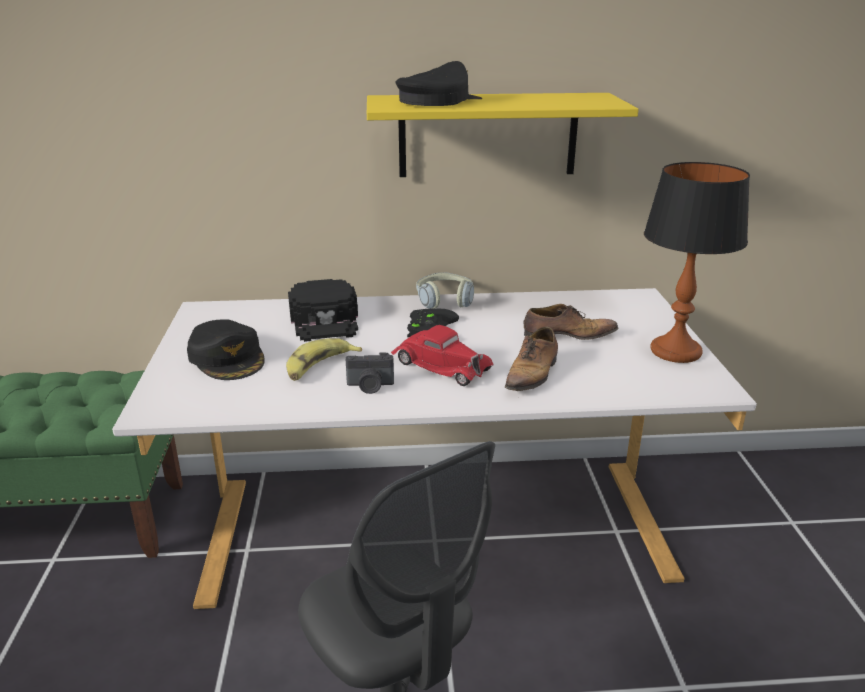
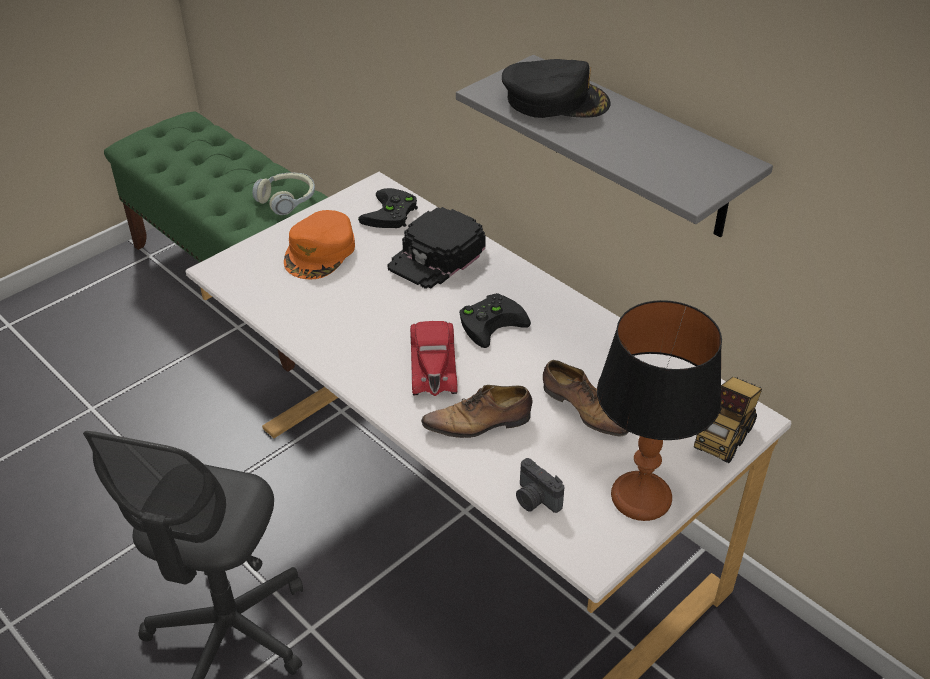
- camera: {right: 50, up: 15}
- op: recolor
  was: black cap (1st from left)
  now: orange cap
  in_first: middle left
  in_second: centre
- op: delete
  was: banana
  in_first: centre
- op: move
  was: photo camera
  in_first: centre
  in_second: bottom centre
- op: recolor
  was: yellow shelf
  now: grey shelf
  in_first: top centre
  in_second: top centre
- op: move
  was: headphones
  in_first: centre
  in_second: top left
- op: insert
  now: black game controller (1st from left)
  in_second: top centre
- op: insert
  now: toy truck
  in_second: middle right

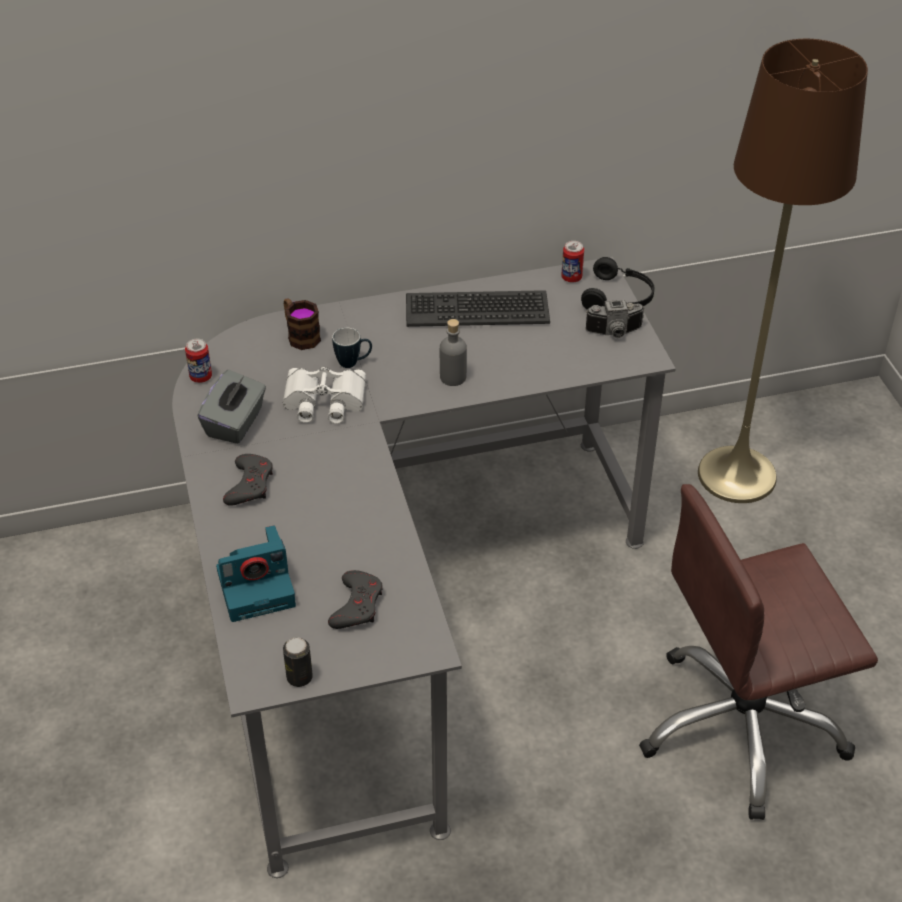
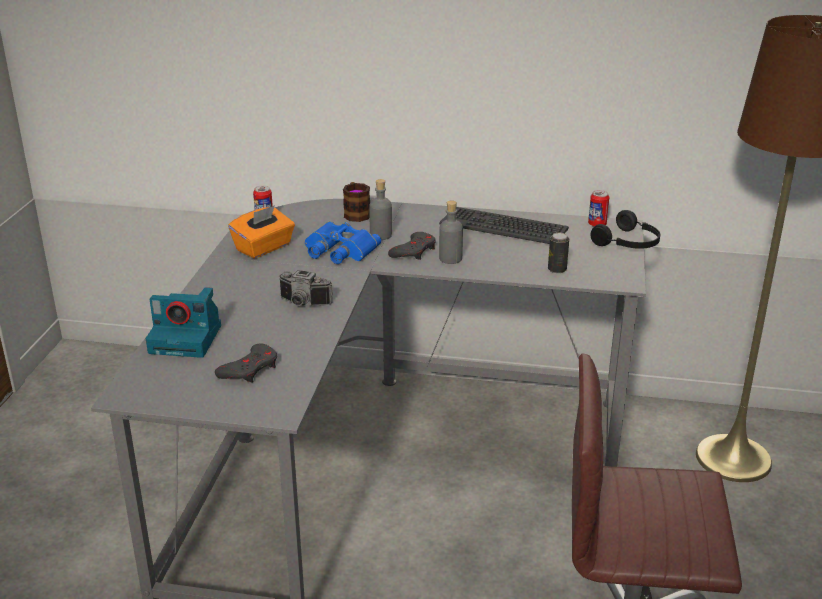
- camera: {right: 25, up: -15}
- op: recolor
  was: grey tissue box
  now: orange tissue box
  in_first: middle left
  in_second: middle left
- op: move
  was: grey game controller (1st from left in the first image)
  now: grey game controller (2nd from left)
  in_first: middle left
  in_second: centre
- op: recolor
  was: white binoculars
  now: blue binoculars
  in_first: centre
  in_second: centre
- op: move
  was: can (2nd from left)
  in_first: bottom left
  in_second: middle right
- op: replace
  was: mug (2nd from left)
  now: grey bottle (1st from left)
  in_first: centre
  in_second: centre
- op: move
  was: photo camera (2nd from left)
  in_first: middle right
  in_second: centre

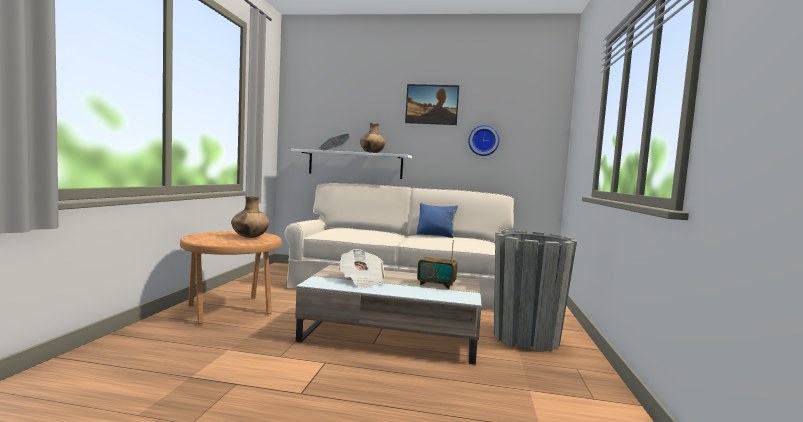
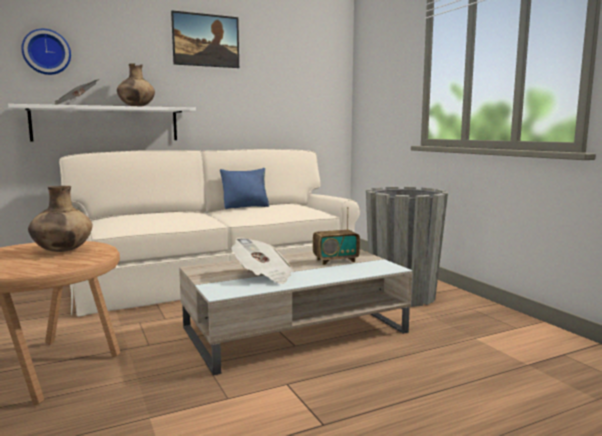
- camera: {right: -35, up: 5}
- op: move
  was: wall clock
  in_first: top centre
  in_second: top left

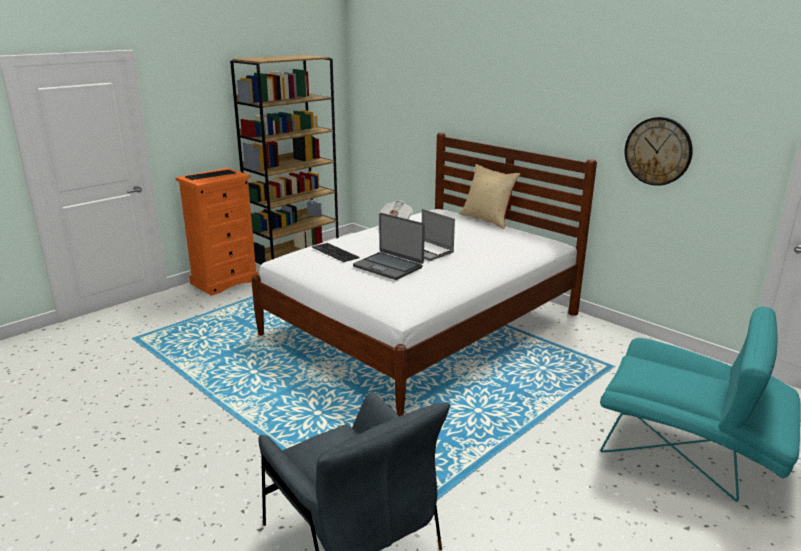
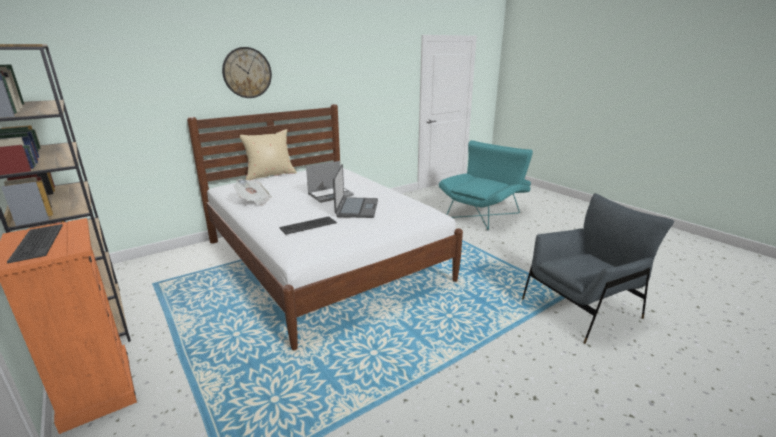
- camera: {right: -80, up: 0}
- op: rotate
  was: laptop (1st from left in the first image)
  in_first: centre
  in_second: centre
  clockwise: -45
- op: move
  was: wall clock
  in_first: top right
  in_second: top left

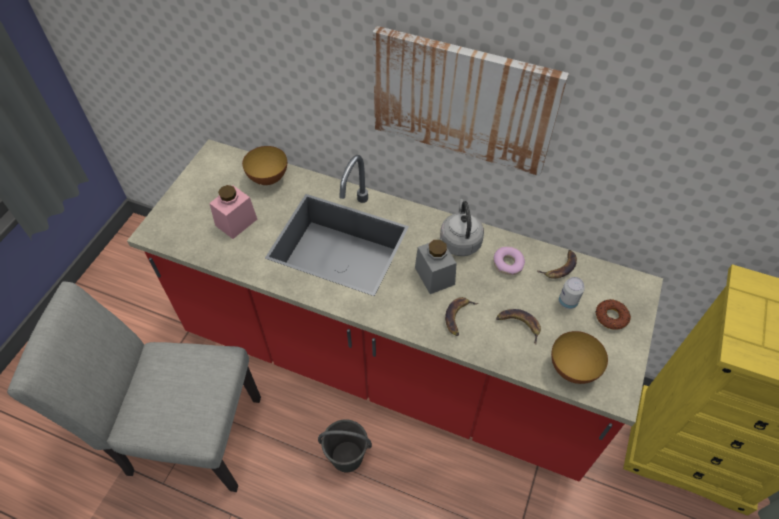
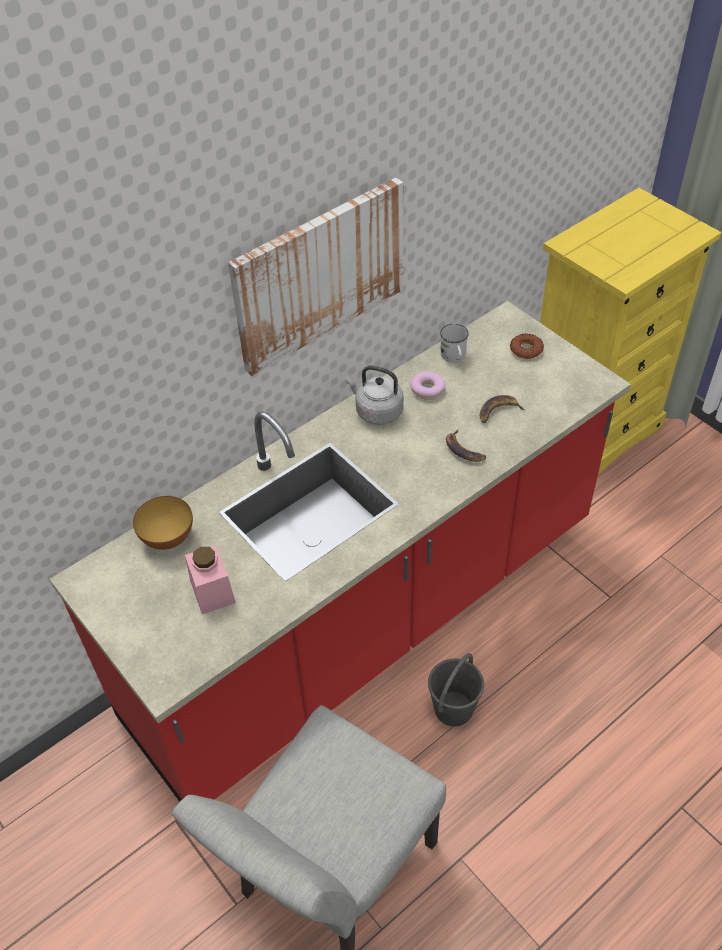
- camera: {right: -60, up: -5}
- op: delete
  was: grey jar
  in_first: centre
- op: replace
  was: banana (3rd from left)
  now: white mug
  in_first: middle right
  in_second: centre
- op: delete
  was: bowl (2nd from left)
  in_first: bottom right
- op: delete
  was: can
  in_first: middle right

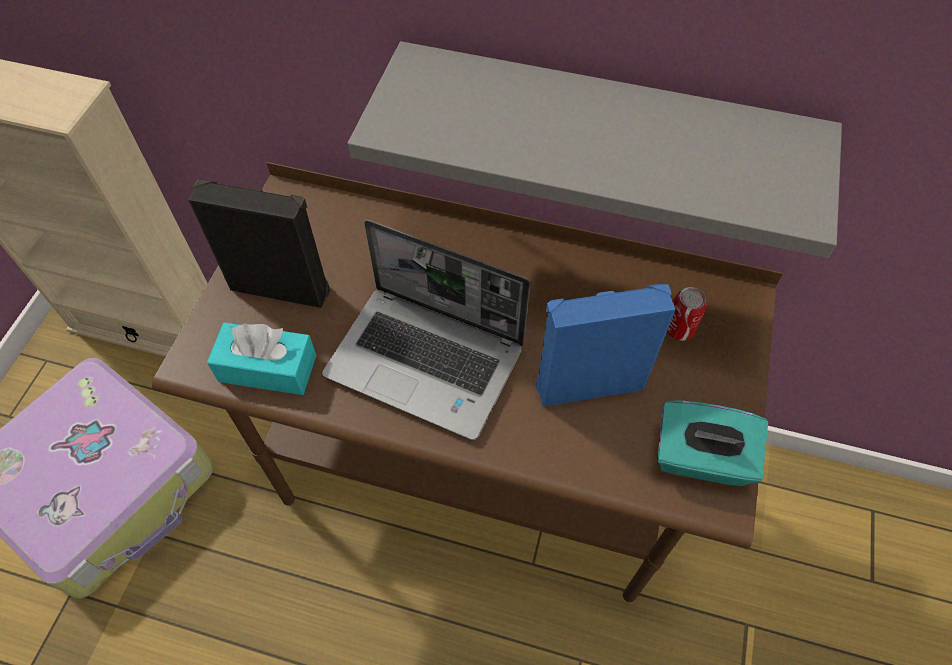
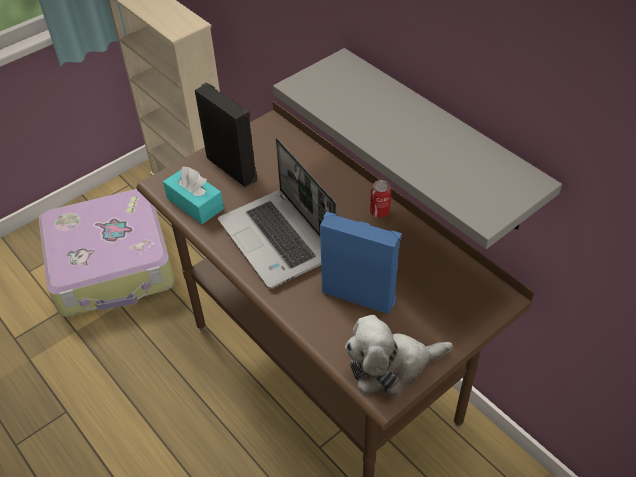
- camera: {right: 35, up: -10}
- op: replace
  was: turquoise tissue box (2nd from left)
  now: plush toy
  in_first: middle right
  in_second: bottom centre
- op: move
  was: can
  in_first: middle right
  in_second: centre

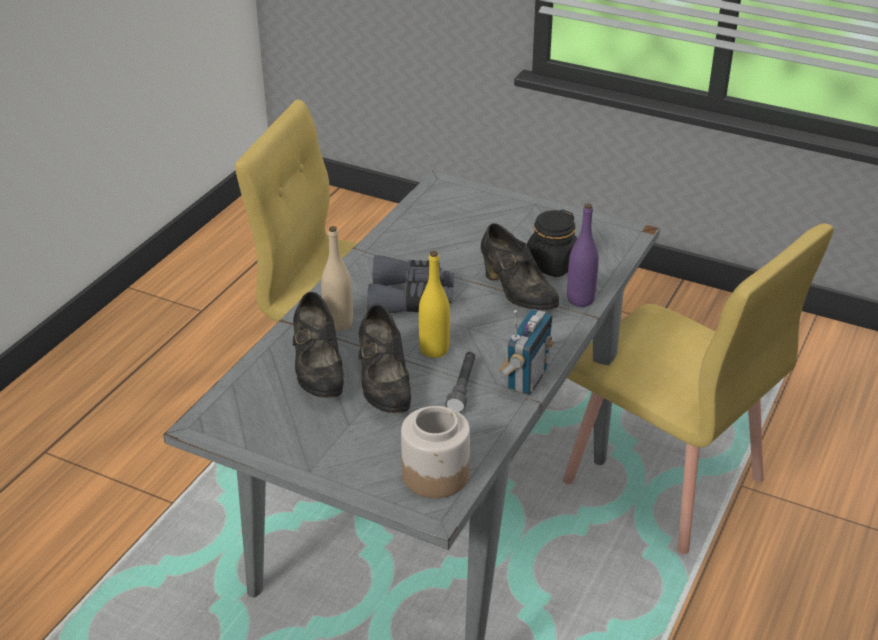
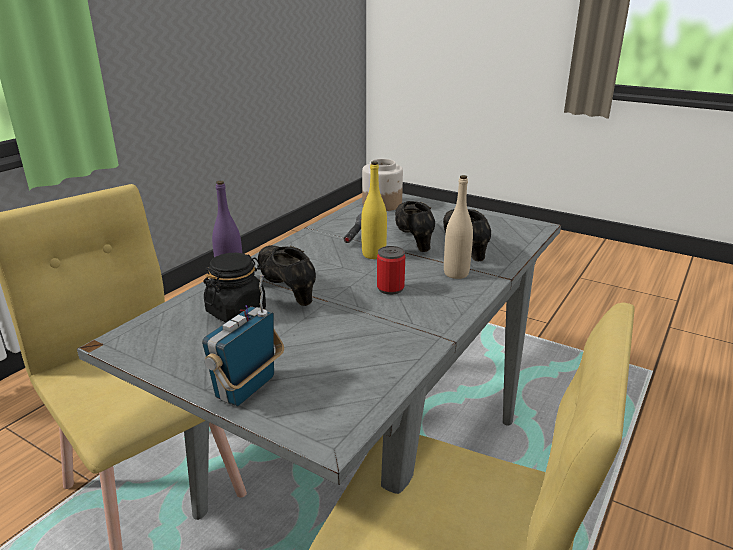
- camera: {right: -175, up: -10}
- op: replace
  was: grey binoculars
  now: can
  in_first: centre
  in_second: centre
- op: move
  was: radio
  in_first: centre
  in_second: middle left

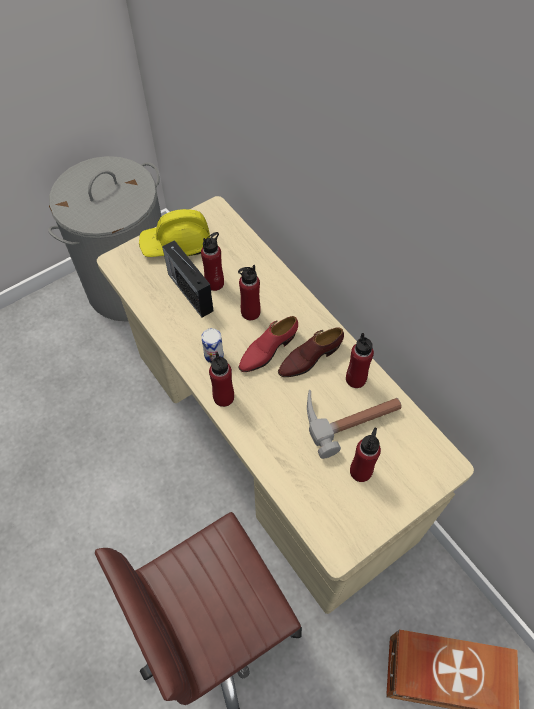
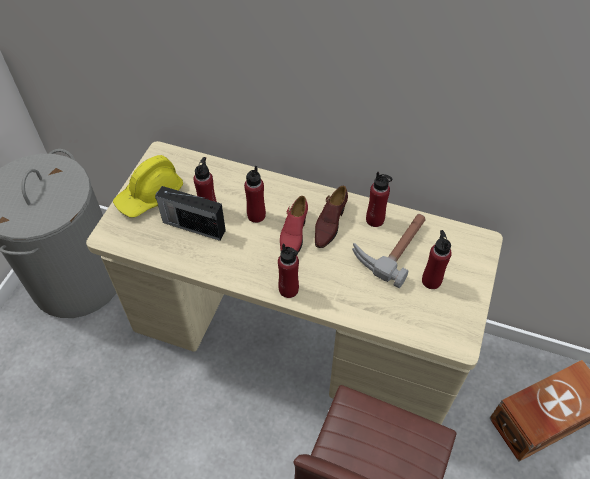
- camera: {right: -35, up: -5}
- op: delete
  was: can
  in_first: centre

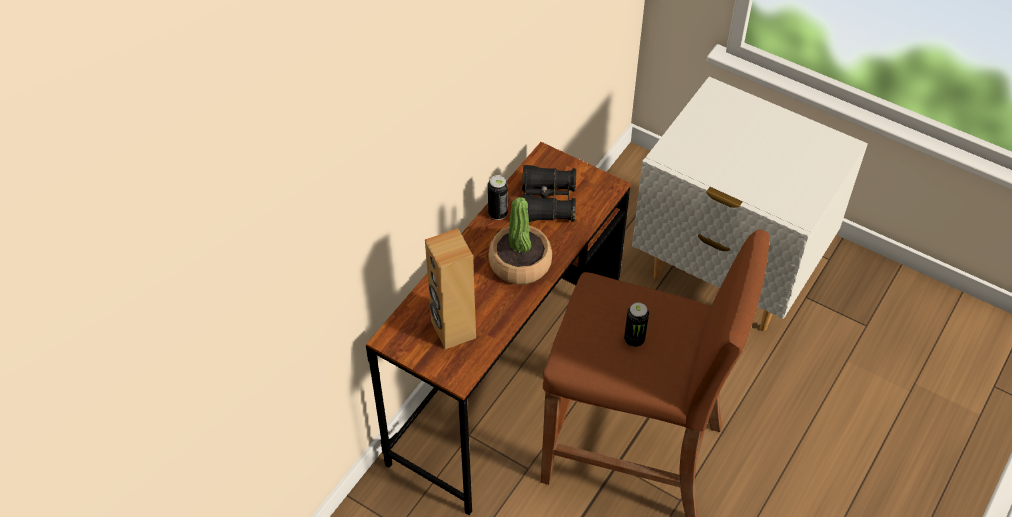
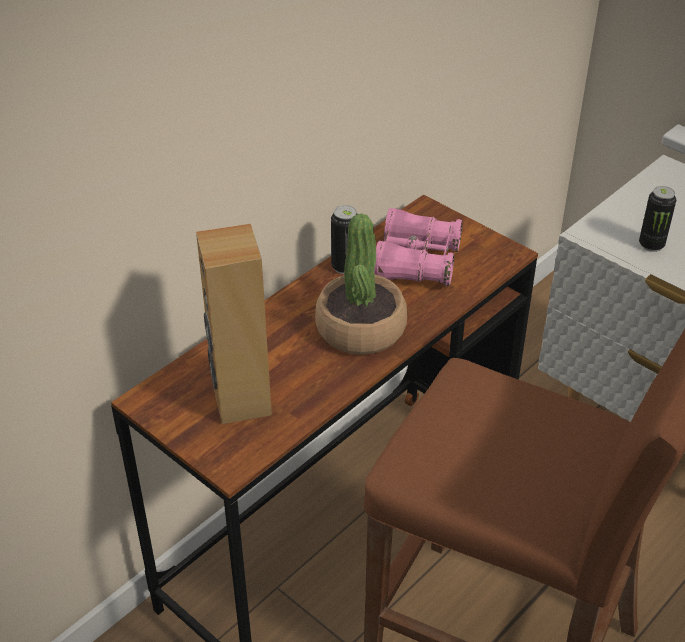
- camera: {right: 10, up: -10}
- op: recolor
  was: black binoculars
  now: pink binoculars
  in_first: centre
  in_second: centre
- op: move
  was: can (2nd from left)
  in_first: centre
  in_second: middle right

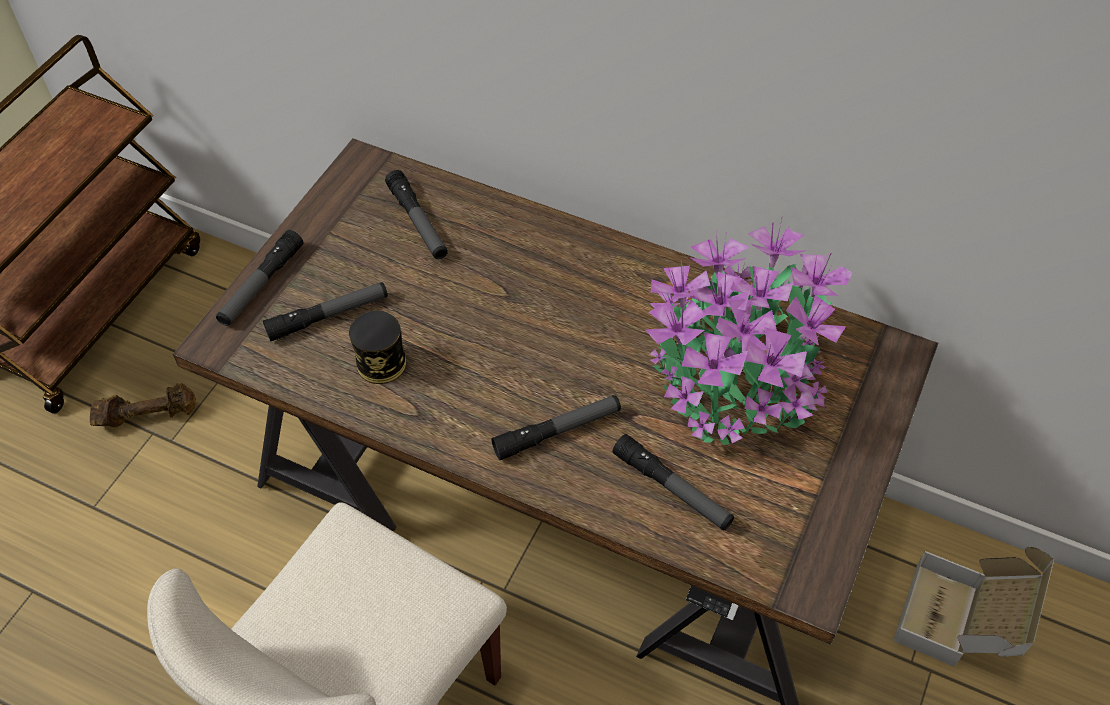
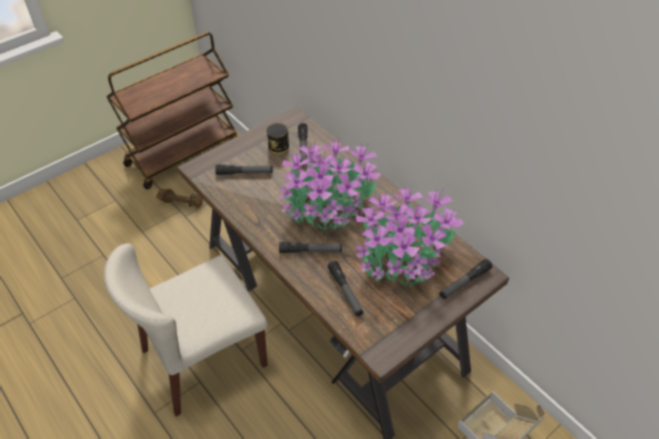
- camera: {right: 25, up: -5}
- op: move
  was: flashlight (1st from left in the first image)
  now: flashlight (5th from left)
  in_first: middle left
  in_second: middle right
- op: move
  was: can
  in_first: centre
  in_second: top centre
- op: insert
  now: potted plant (1st from left)
  in_second: centre

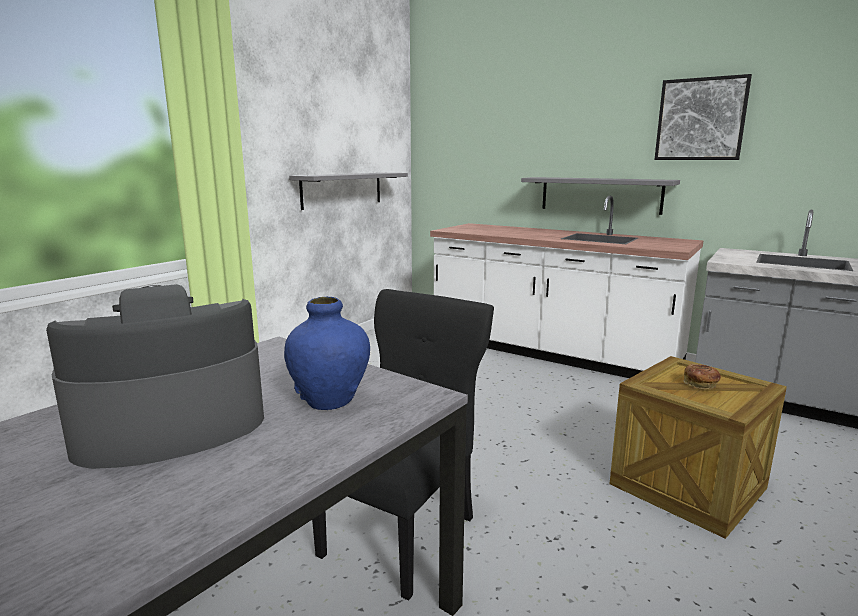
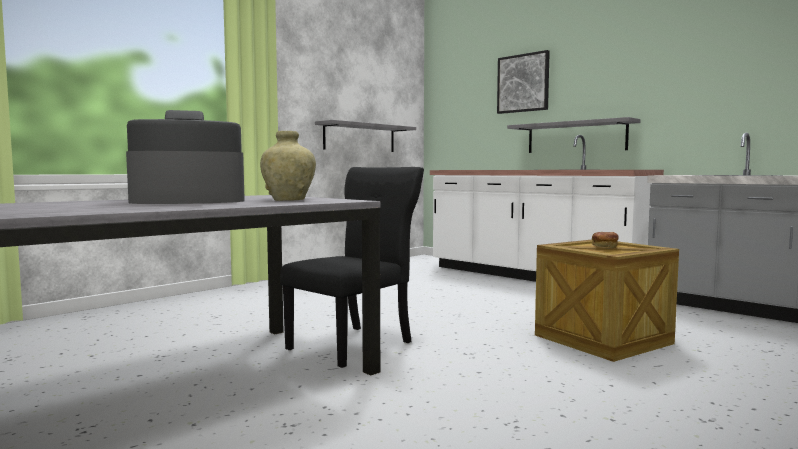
- camera: {right: 10, up: -10}
- op: recolor
  was: blue vase
  now: beige vase
  in_first: centre
  in_second: centre
- op: move
  was: picture
  in_first: top right
  in_second: top centre

